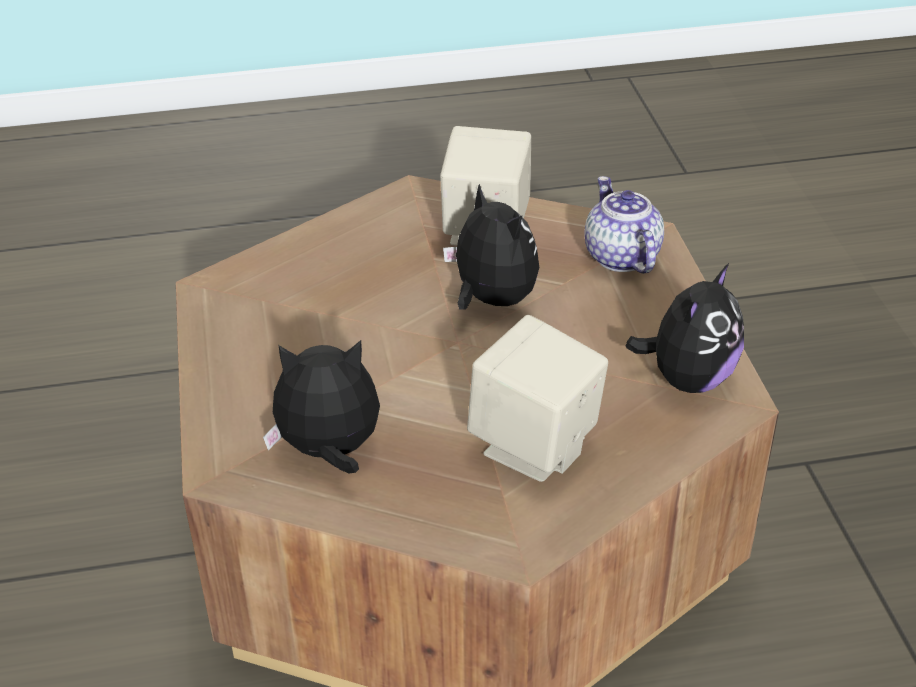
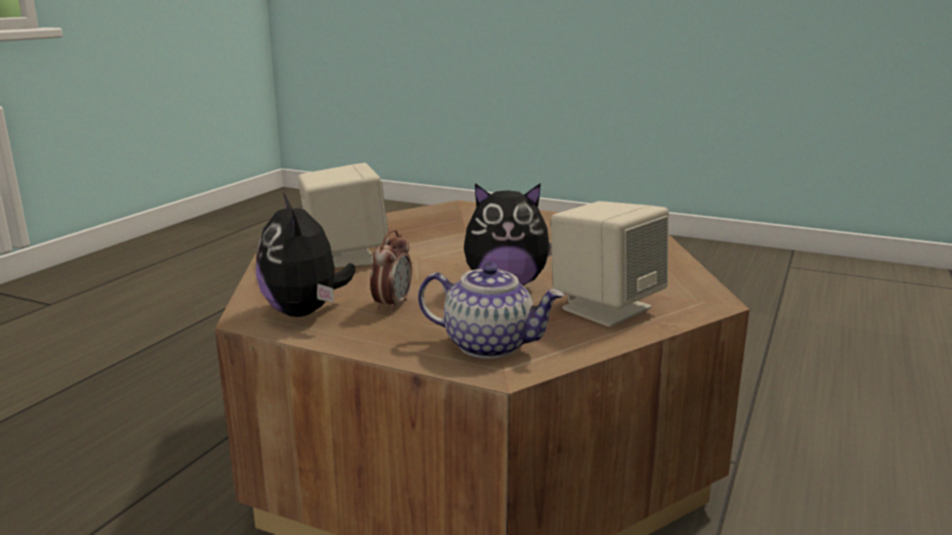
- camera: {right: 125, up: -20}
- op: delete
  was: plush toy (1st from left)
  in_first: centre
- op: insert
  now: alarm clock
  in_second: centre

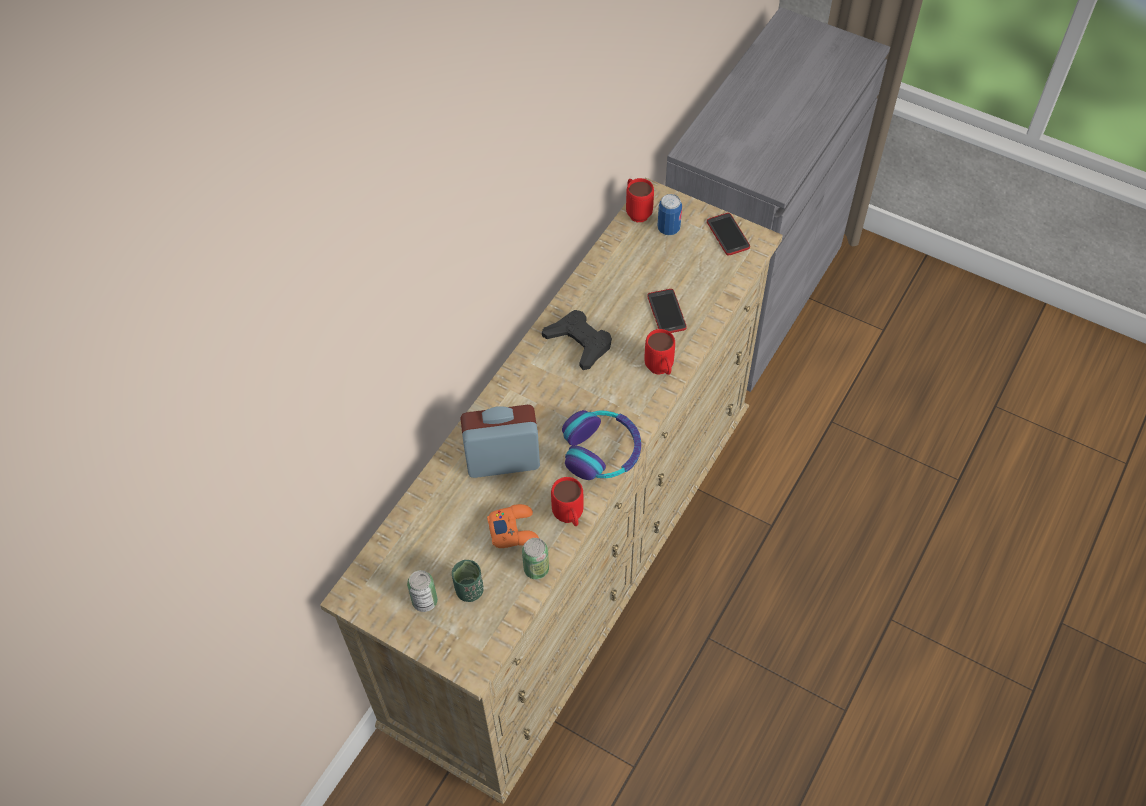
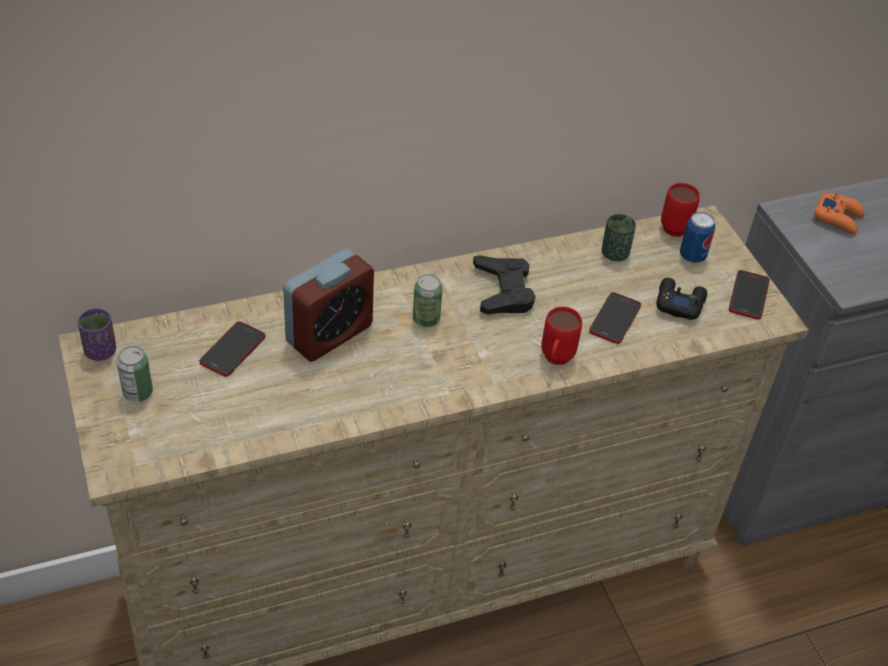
- camera: {right: 35, up: -10}
- op: move
  was: green cup
  in_first: bottom centre
  in_second: middle right
- op: rotate
  was: alarm clock
  in_first: centre
  in_second: centre
  clockwise: 105
- op: move
  was: orange game controller
  in_first: centre
  in_second: top right
- op: move
  was: can (2nd from left)
  in_first: bottom centre
  in_second: centre
- op: delete
  was: red mug (1st from left)
  in_first: centre
- op: delete
  was: headphones
  in_first: centre
- op: insert
  now: purple cup
  in_second: middle left
- op: insert
  now: phone (1st from left)
  in_second: middle left
- op: insert
  now: black game controller (2nd from left)
  in_second: middle right

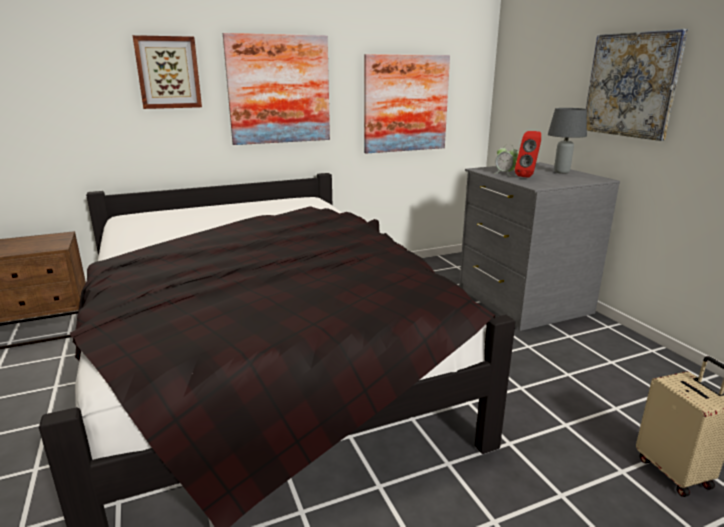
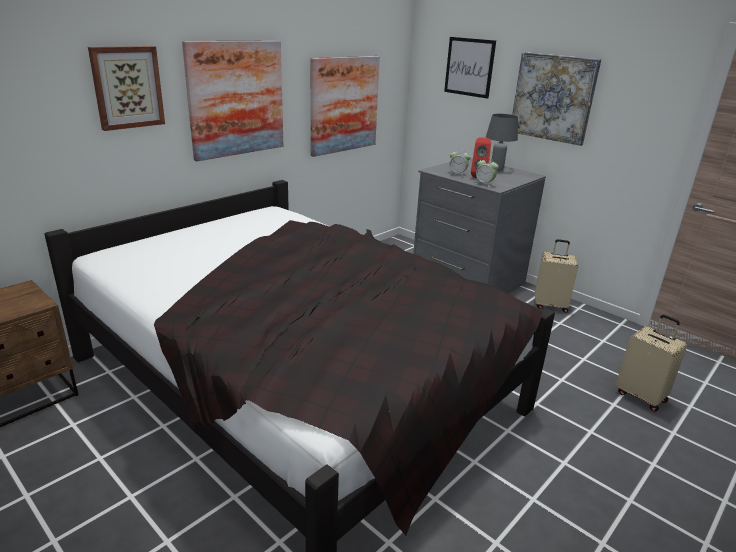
- camera: {right: -25, up: 5}
- op: insert
  now: picture (4th from left)
  in_second: top centre
- op: insert
  now: alarm clock (2nd from left)
  in_second: top centre
- op: insert
  now: beige suitcase (1st from left)
  in_second: middle right

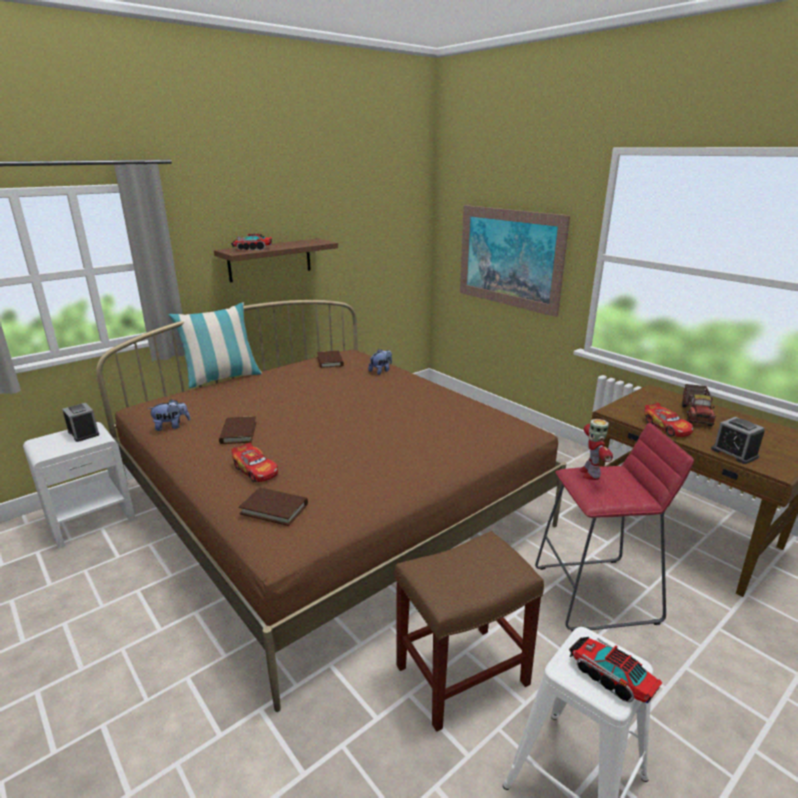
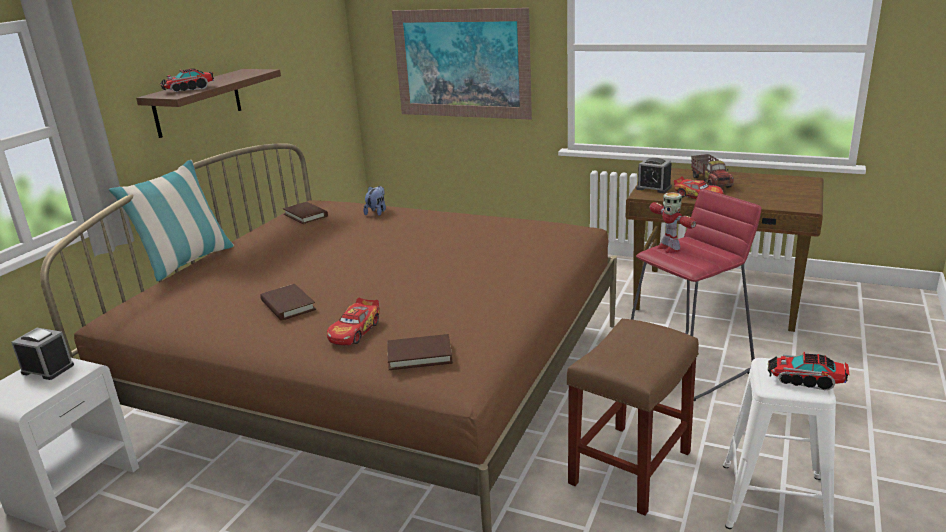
- camera: {right: -25, up: 0}
- op: delete
  was: plush toy (1st from left)
  in_first: middle left
- op: rotate
  was: toy car (1st from left)
  in_first: middle left
  in_second: centre
  clockwise: 90
- op: move
  was: alarm clock (2nd from left)
  in_first: middle right
  in_second: top right

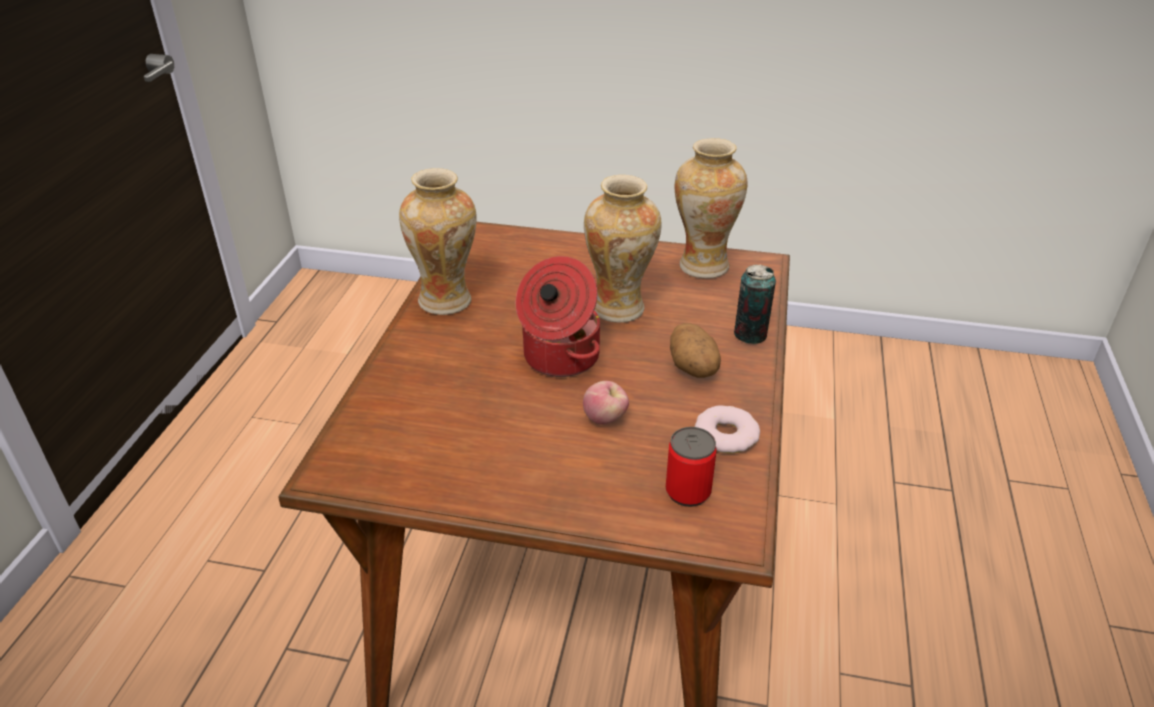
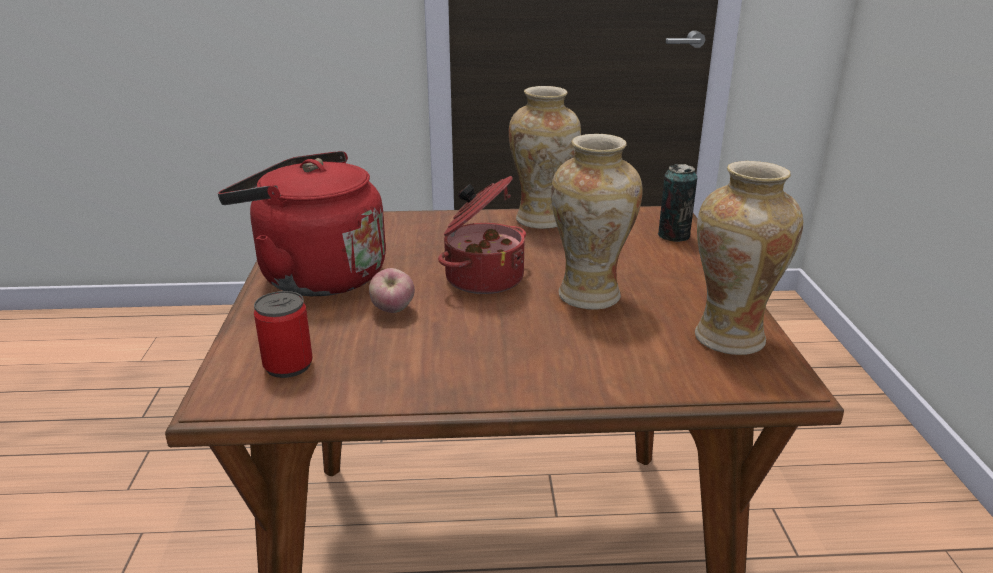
- camera: {right: 75, up: -10}
- op: delete
  was: potato
  in_first: centre
- op: delete
  was: donut
  in_first: centre
- op: move
  was: can (2nd from left)
  in_first: centre
  in_second: middle right
- op: insert
  now: red kettle
  in_second: middle left

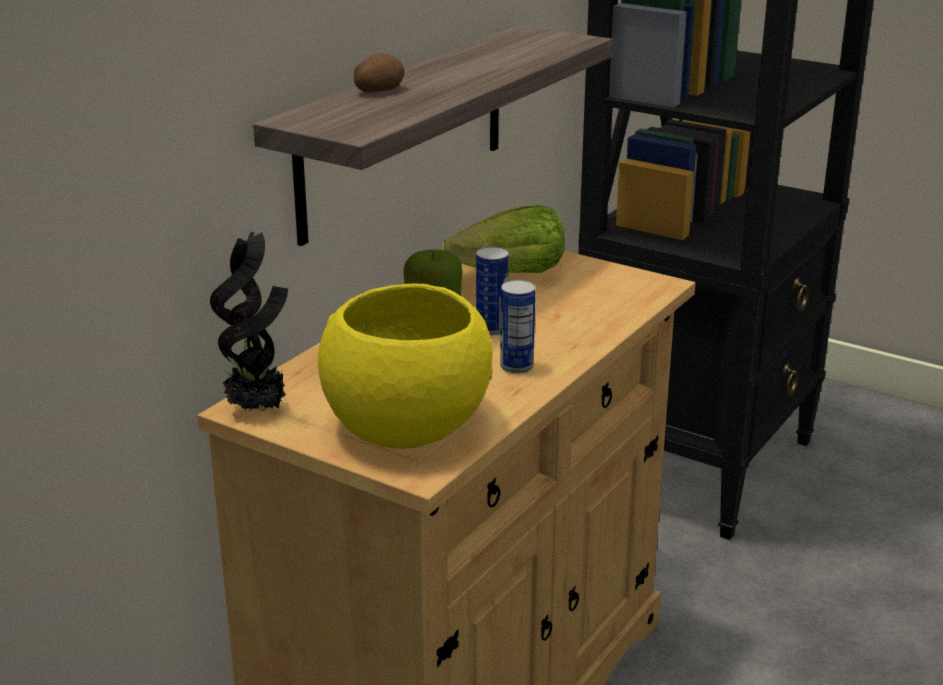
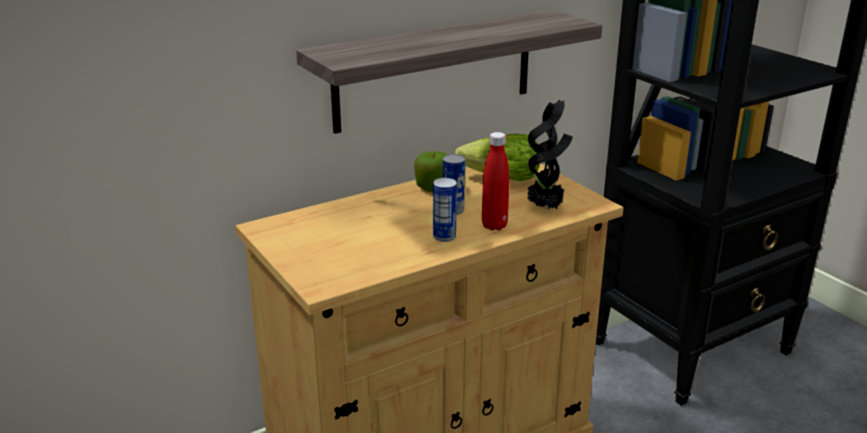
- camera: {right: 25, up: 0}
- op: move
  was: potted plant
  in_first: middle left
  in_second: centre
- op: delete
  was: yellow bowl
  in_first: centre
- op: delete
  was: potato
  in_first: top centre
- op: insert
  now: red bottle
  in_second: centre

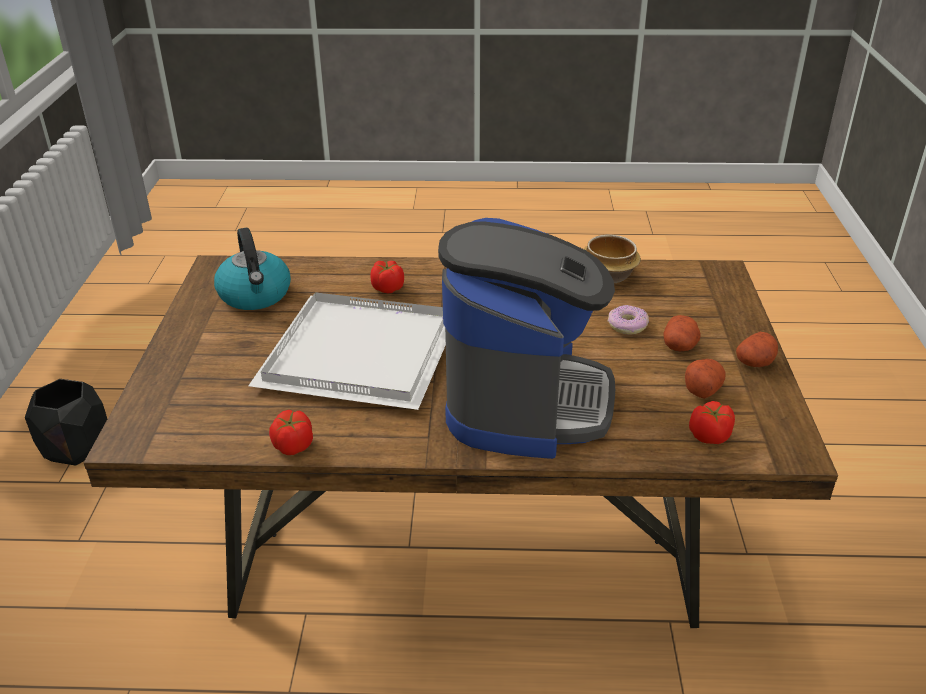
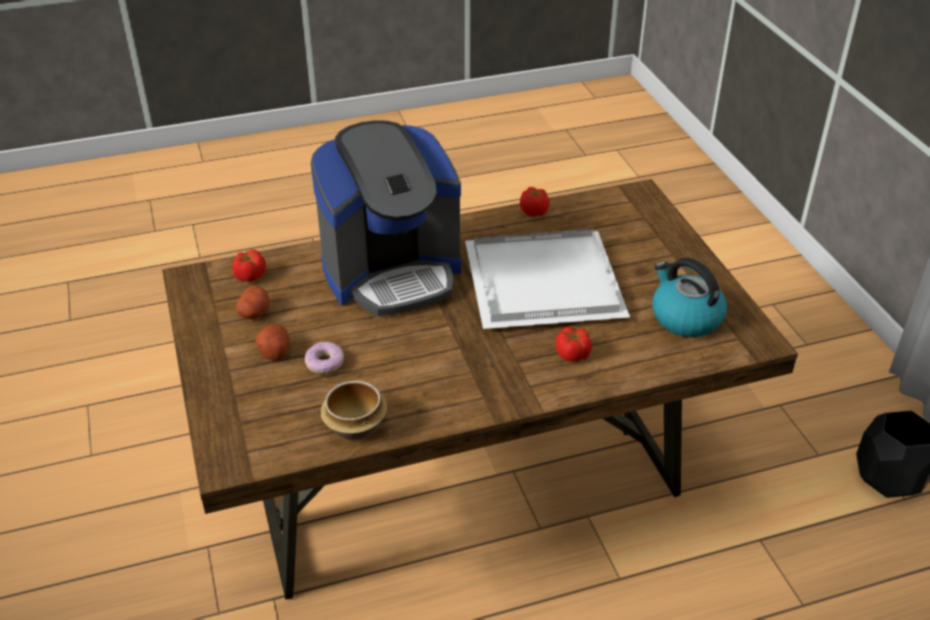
- camera: {right: 160, up: 5}
- op: rotate
  was: coffee machine
  in_first: centre
  in_second: centre
  clockwise: -105
- op: delete
  was: potato (3rd from left)
  in_first: middle right

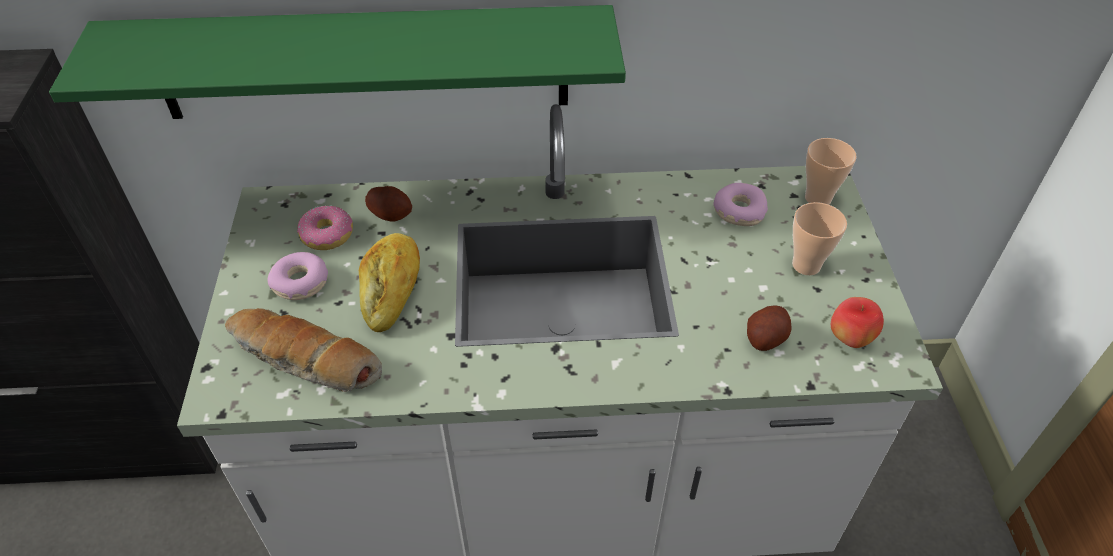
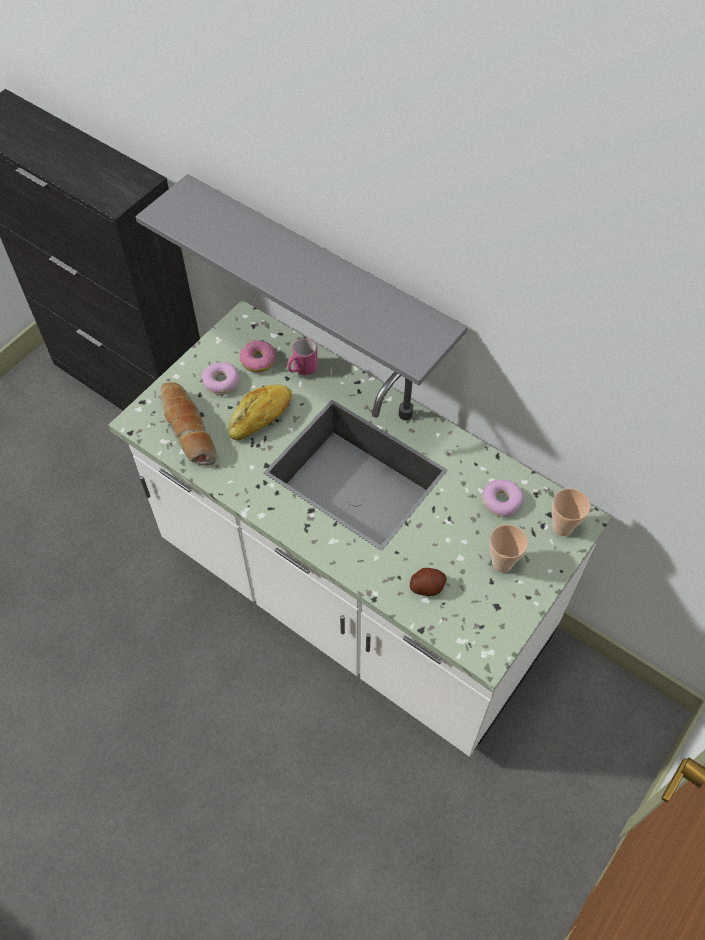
- camera: {right: 40, up: 10}
- op: recolor
  was: green shelf
  now: grey shelf
  in_first: top left
  in_second: top centre
- op: replace
  was: potato (1st from left)
  now: pink mug
  in_first: centre
  in_second: centre
- op: delete
  was: apple
  in_first: middle right

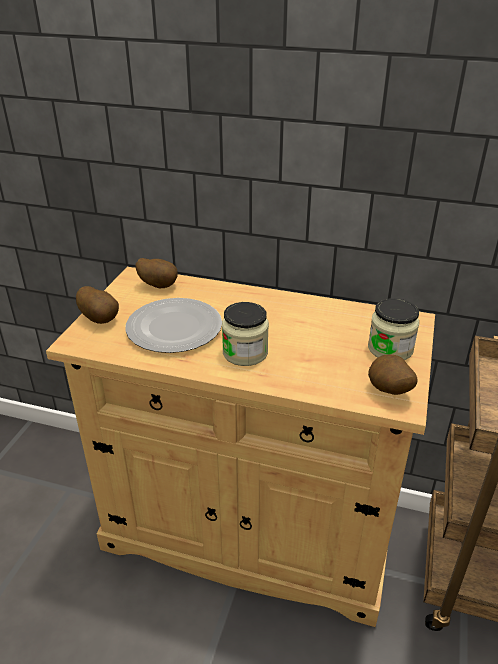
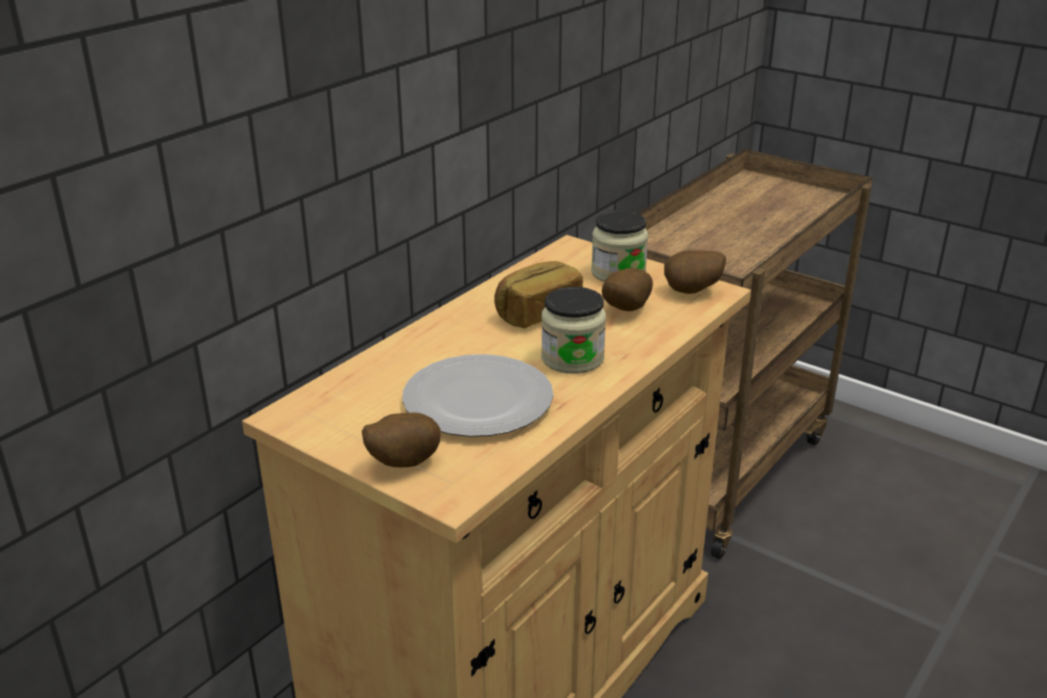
- camera: {right: -70, up: -5}
- op: move
  was: potato (2nd from left)
  in_first: middle left
  in_second: centre
- op: insert
  now: bread
  in_second: centre

